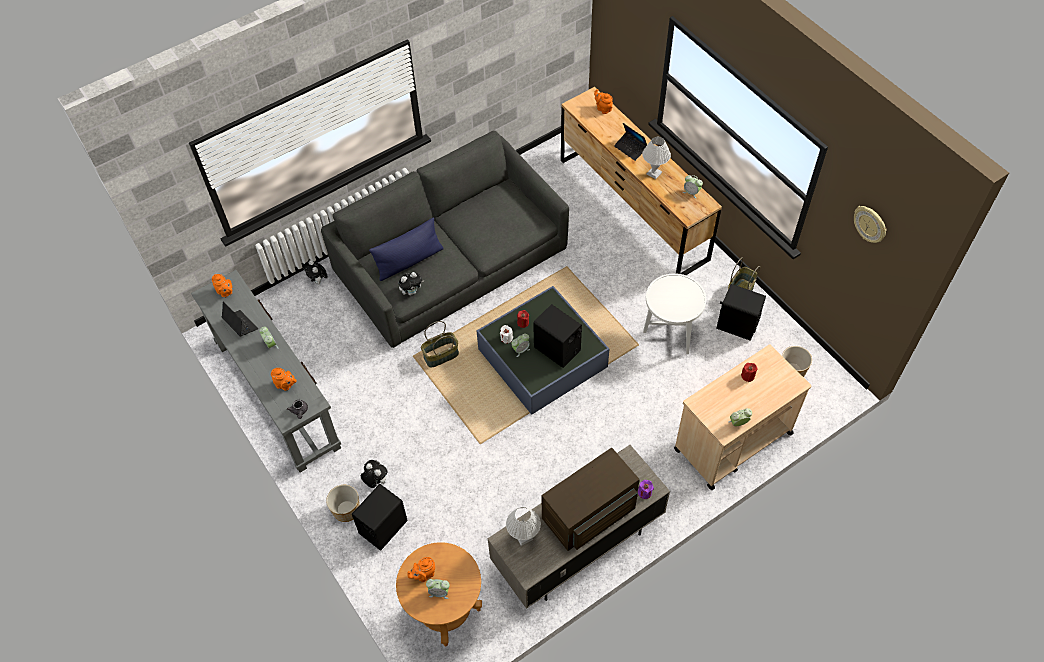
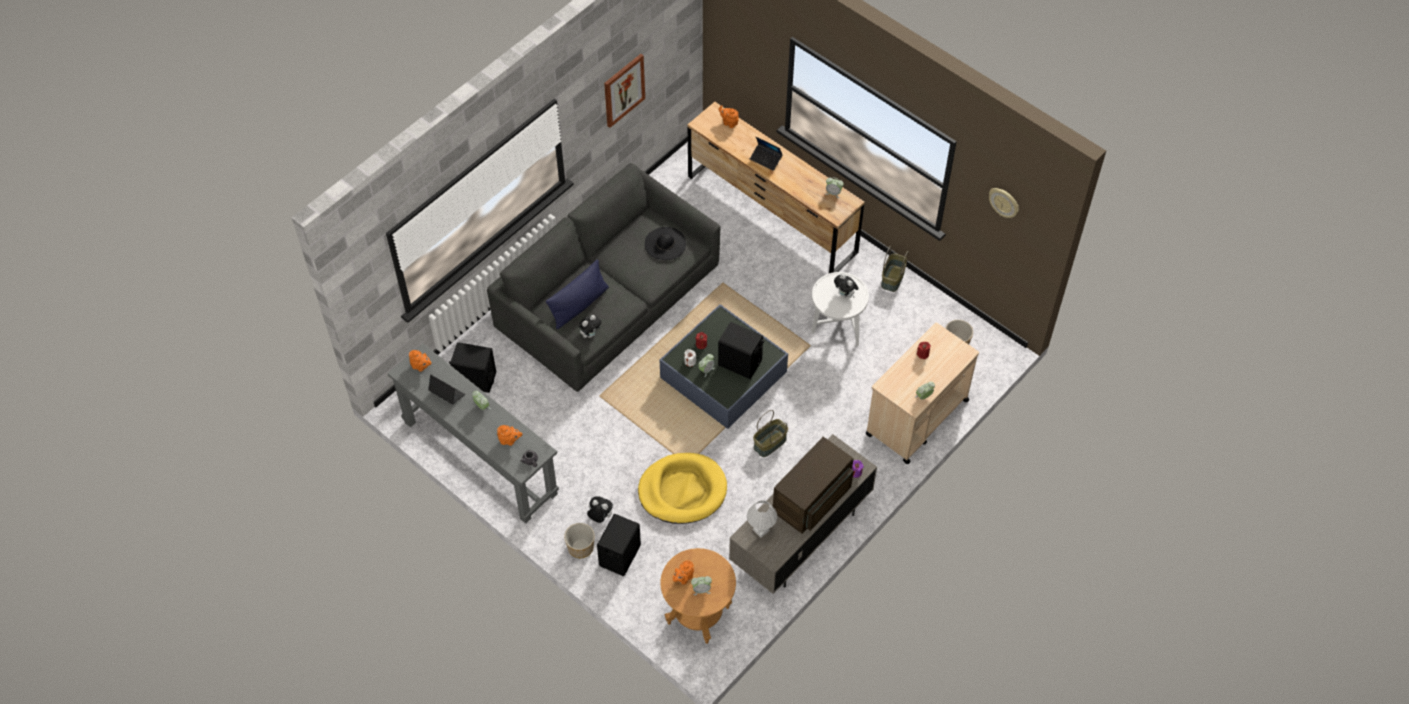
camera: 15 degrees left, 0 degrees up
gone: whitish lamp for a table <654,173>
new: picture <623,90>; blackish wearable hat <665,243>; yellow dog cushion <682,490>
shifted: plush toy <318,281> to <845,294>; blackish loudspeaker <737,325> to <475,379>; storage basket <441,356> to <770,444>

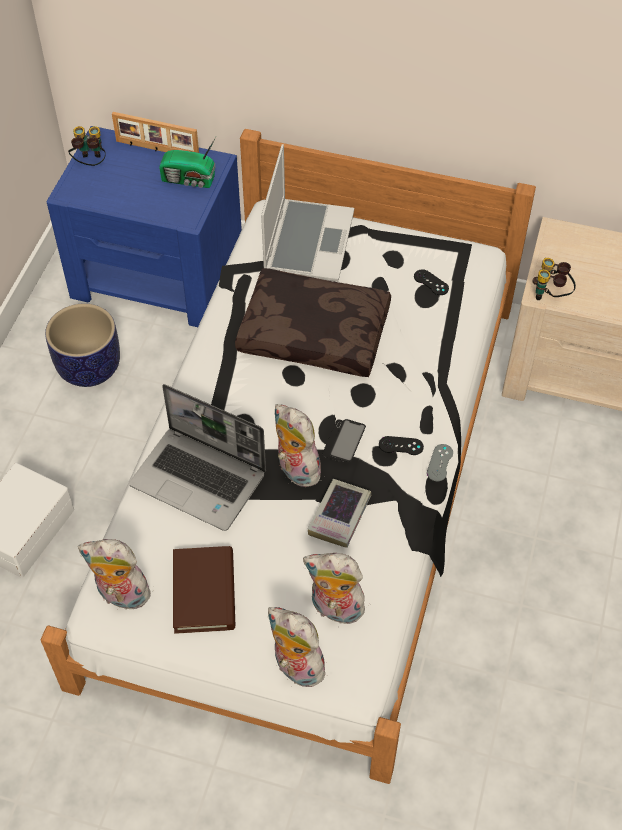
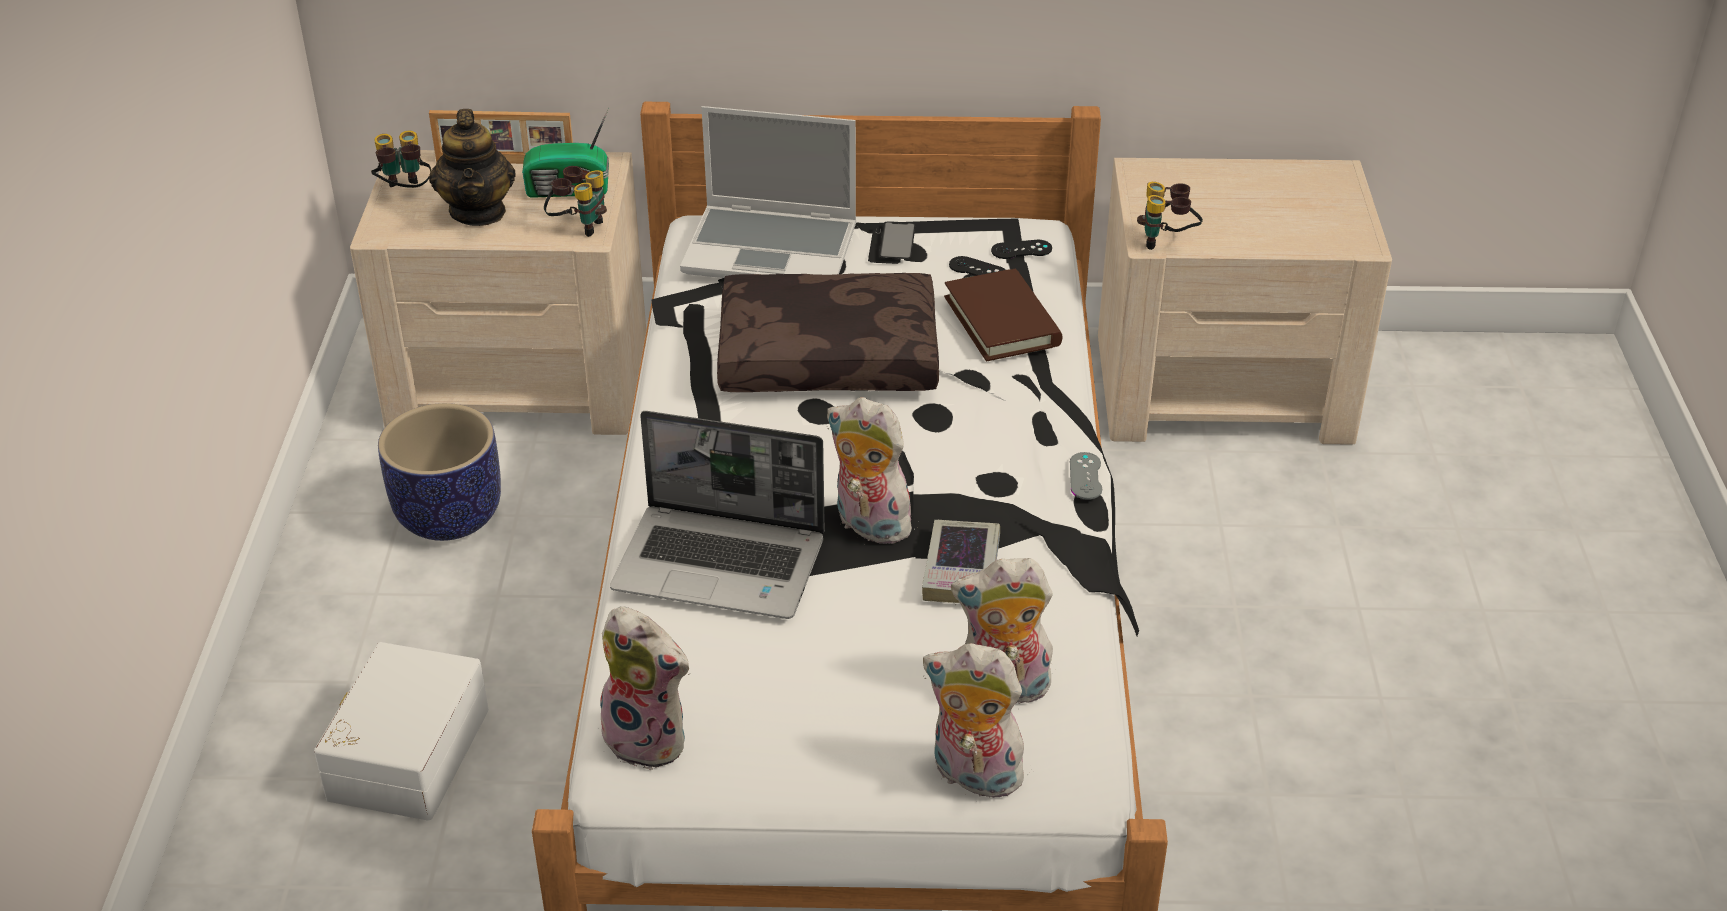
camera: 15 degrees left, 15 degrees down
new: teapot <478,211>; binoculars <579,225>
shifted: handset <343,441> to <892,245>; blackish joypad <401,446> to <1021,250>; brownish book <204,592> to <1002,321>
repainted: blue-coloured nightstand <158,275> to beige nightstand <521,379>
rotated: laptop <307,241> = <773,249> 105 degrees clockwise; plush toy <121,596> = <650,738> 150 degrees counterclockwise

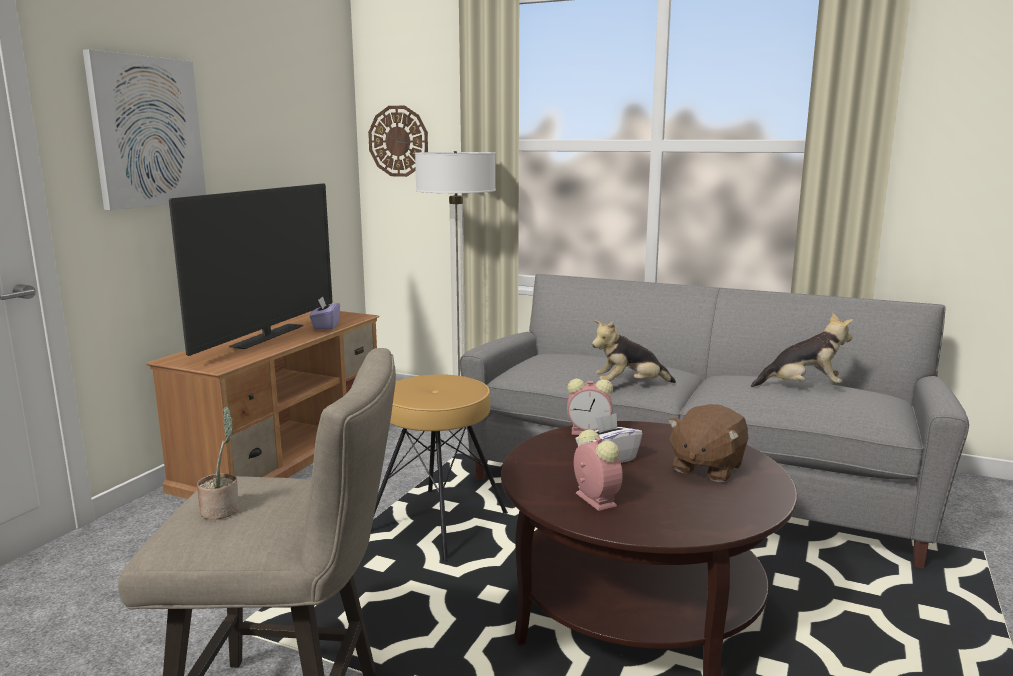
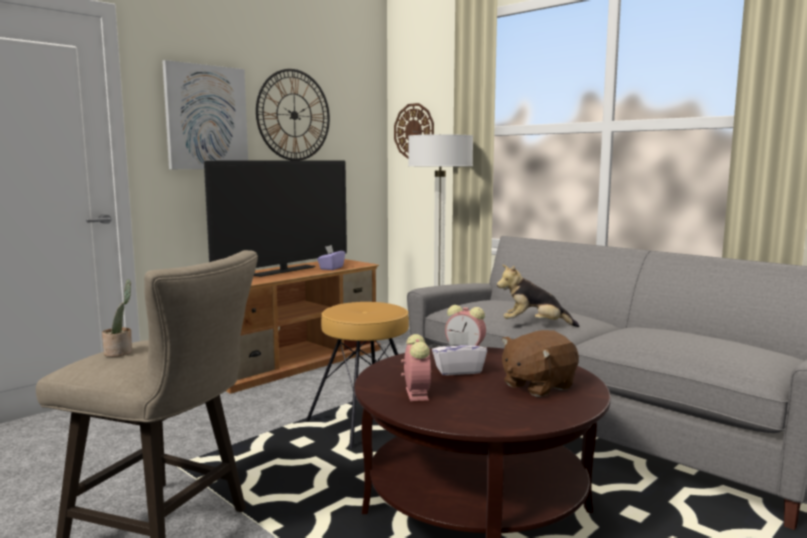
camera: 20 degrees right, 5 degrees down
gone: plush toy <802,387>
new: wall clock <294,115>

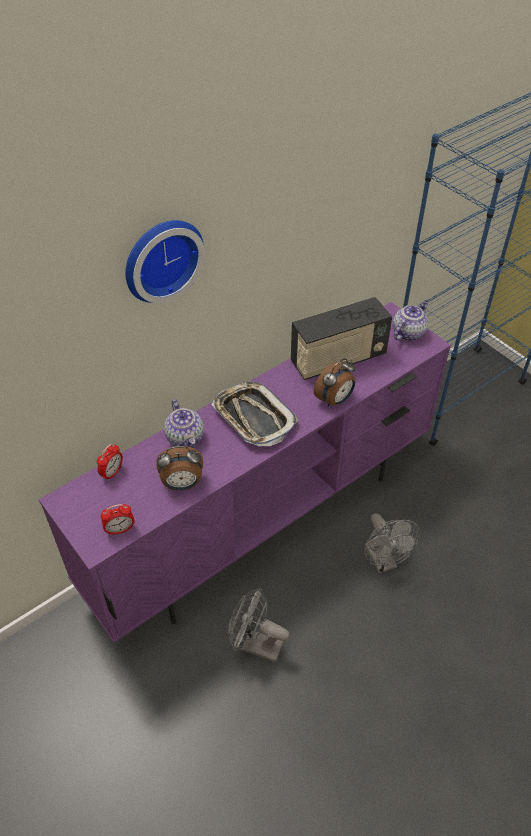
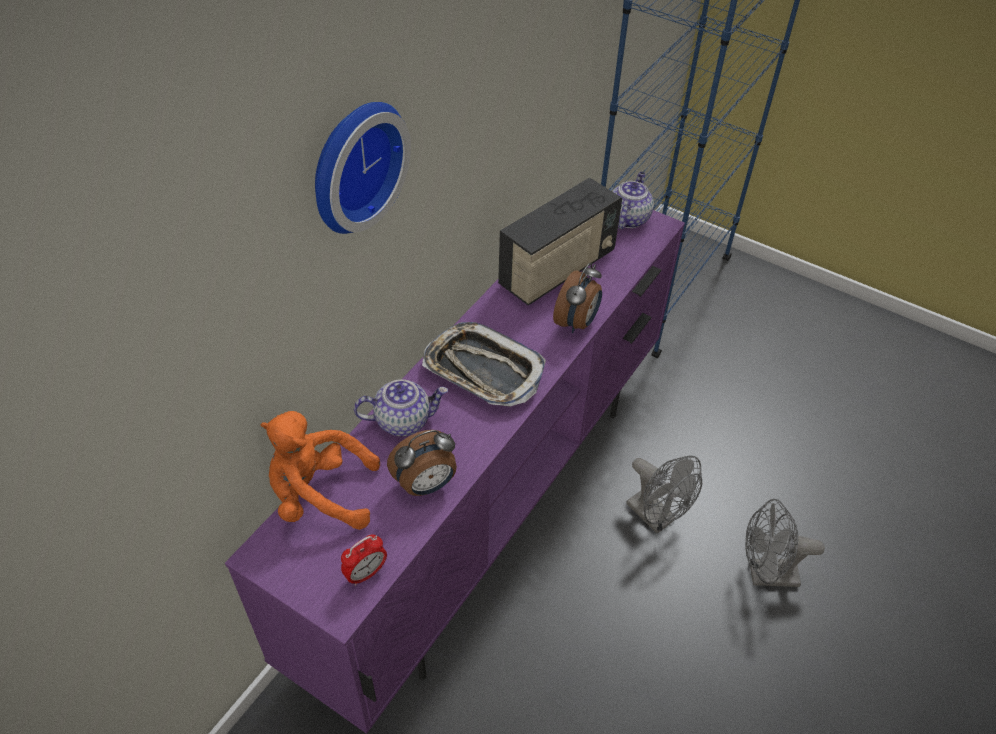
camera: 20 degrees left, 0 degrees up
shifted: gray fan <255,645> to <765,575>
swapped: bedside clock <112,473> to orange plush toy <319,495>
rotated: teapot <186,438> = <403,420> 60 degrees counterclockwise

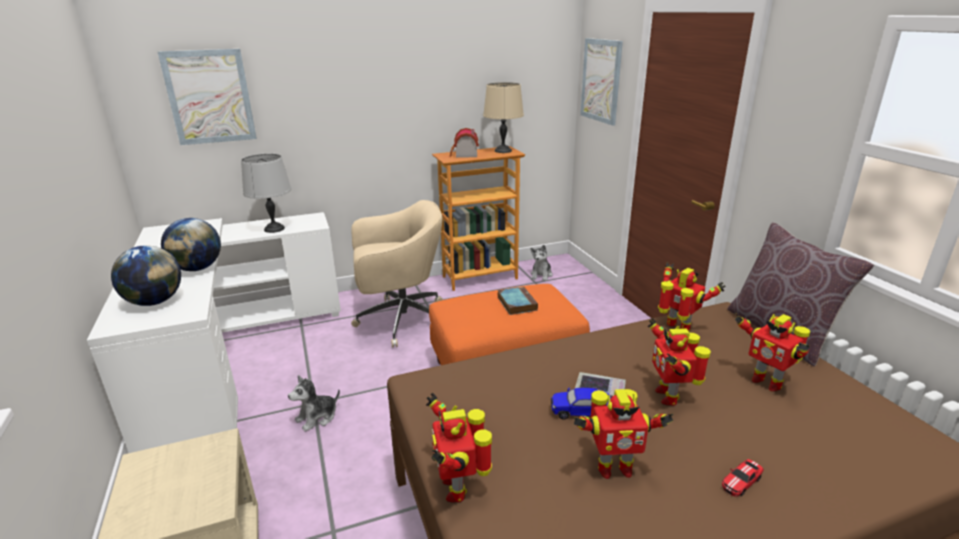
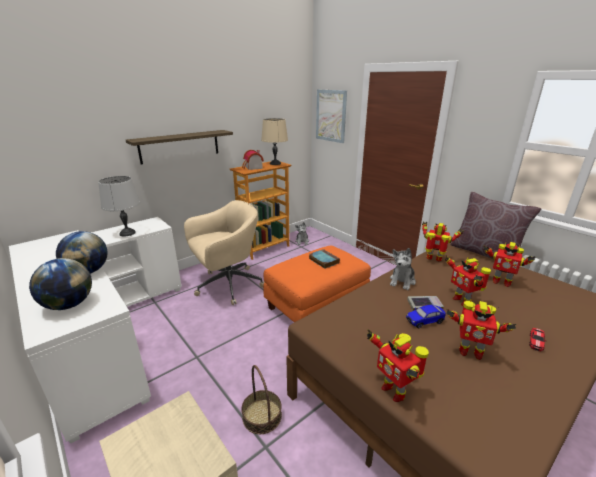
camera: 20 degrees left, 0 degrees up
gone: picture <209,97>
new: shelf <180,146>; storage basket <262,416>
shifted: plush toy <317,418> to <402,281>
rotated: toy robot <613,468> = <469,351> 45 degrees clockwise

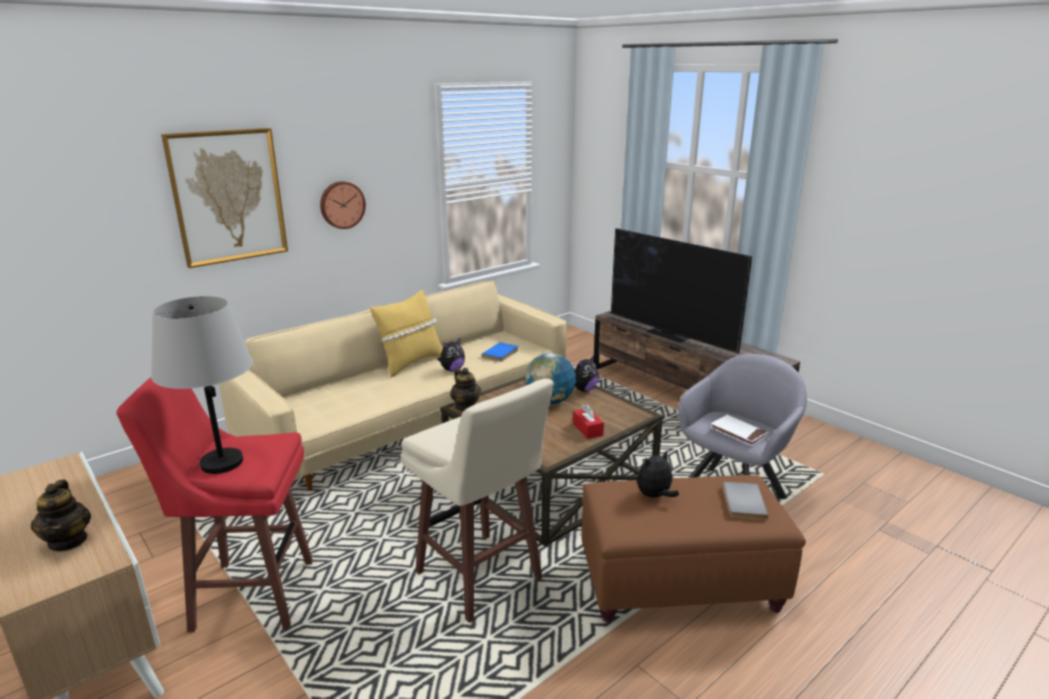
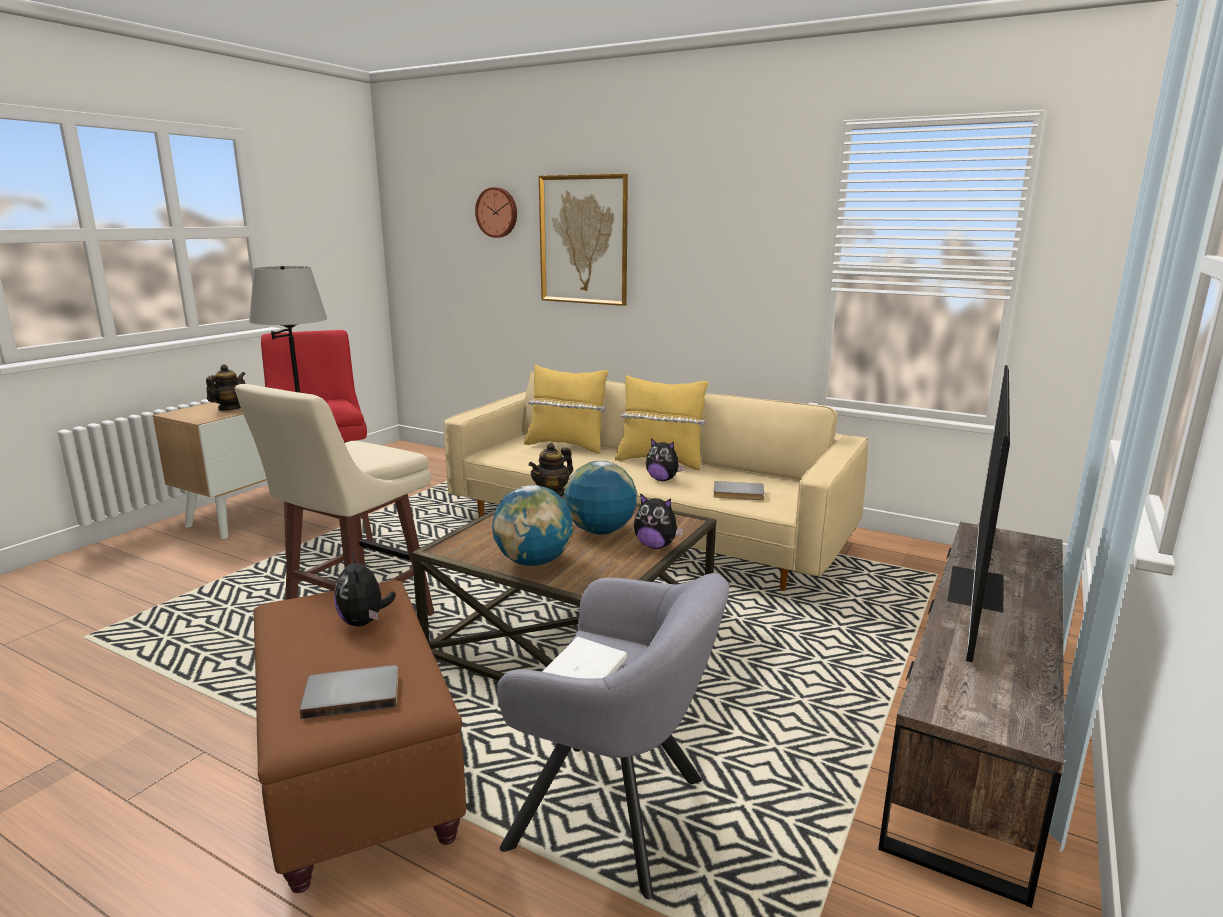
camera: 70 degrees right, 5 degrees down
new: yellow cushion <566,445>
shifted: wall clock <341,204> to <497,212>
swapped: red-coloured tissue holder <587,429> to globe <534,562>
repainted: blue-coloured book <501,354> to gray book <738,493>
rotated: plush toy <654,496> = <364,622> 150 degrees counterclockwise; teapot <68,541> = <229,409> 150 degrees clockwise

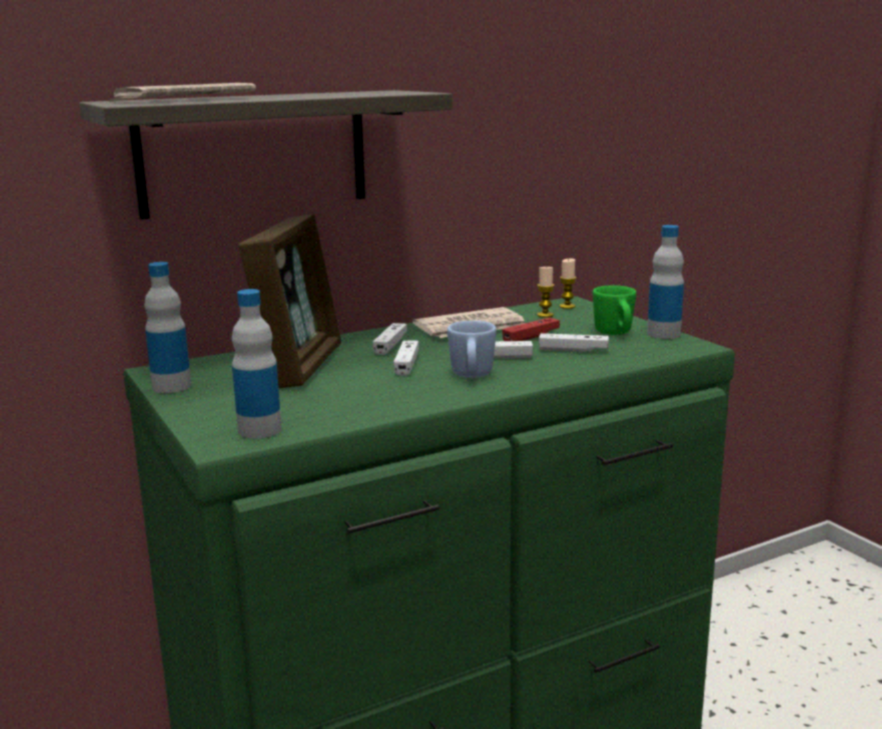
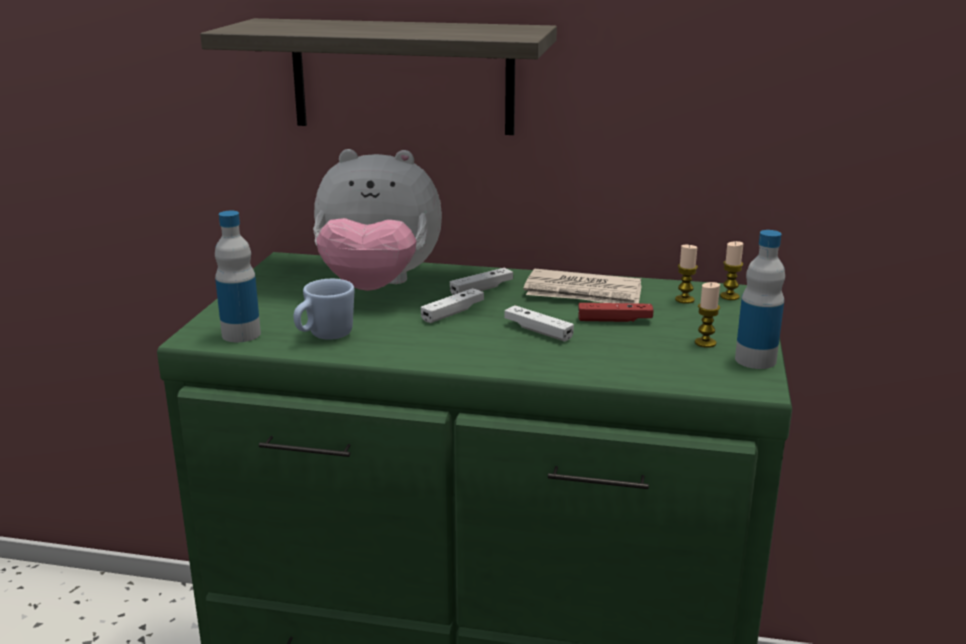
camera: 40 degrees right, 5 degrees up
gone: printed paper <182,99>; beverage bottle <171,386>; whitish joypad <573,350>
shifted: blue-coloured mug <471,376> to <324,336>
swapped: standing frame <299,366> to plush toy <377,287>; greenish mug <615,334> to wax light <705,343>

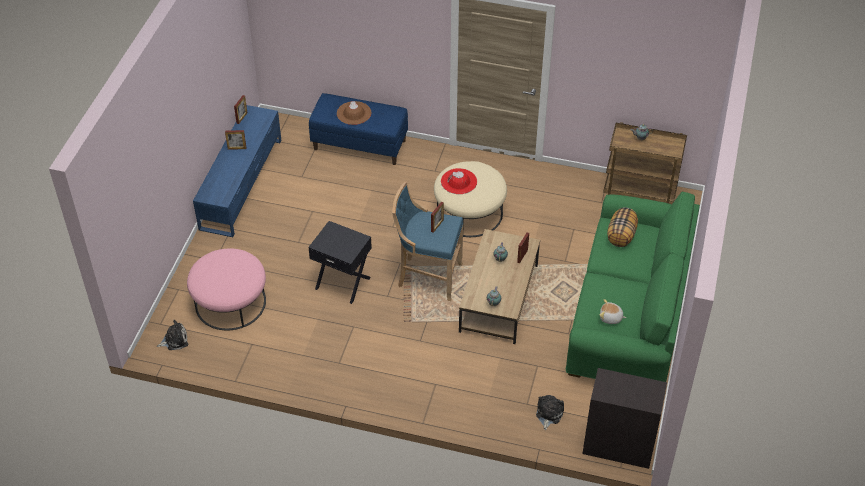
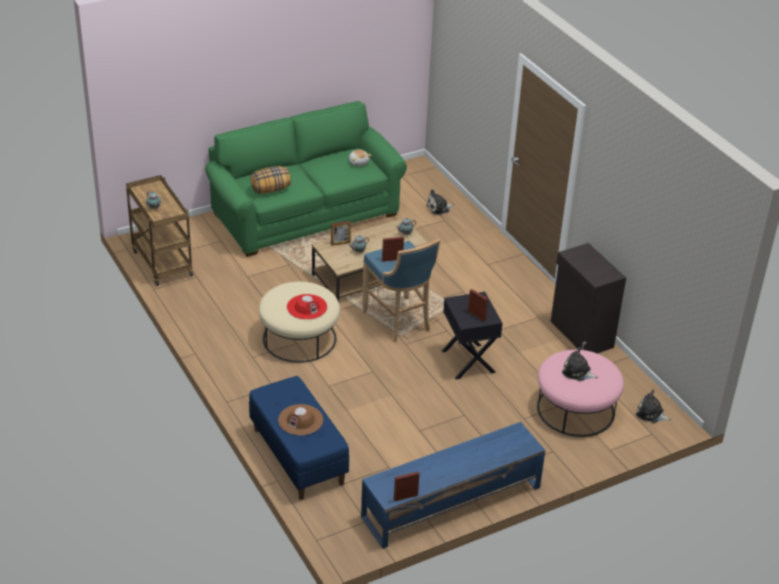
camera: 135 degrees left, 10 degrees down
new: plush toy <578,372>
shifted: standing frame <237,148> to <476,315>; blackish cupboard <618,445> to <581,335>

